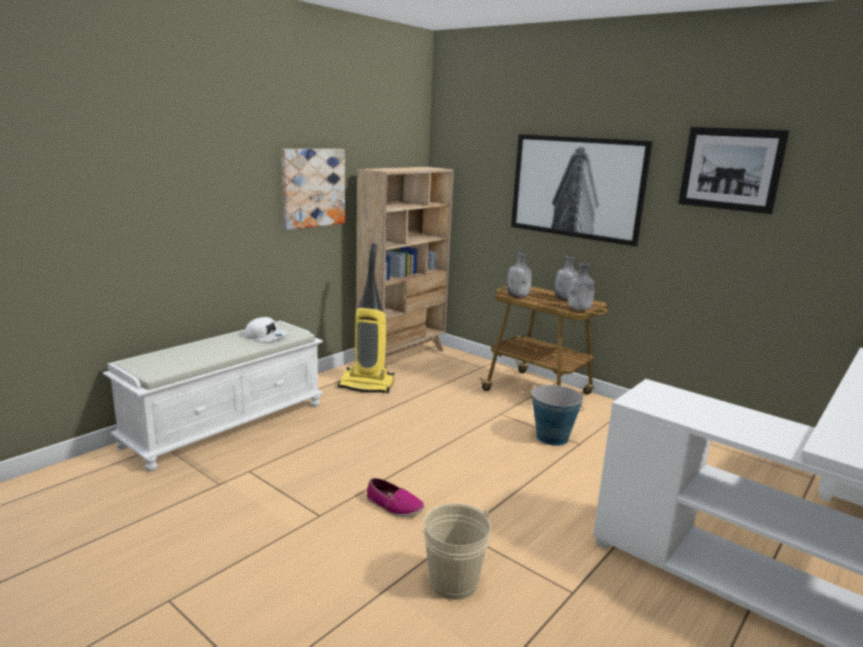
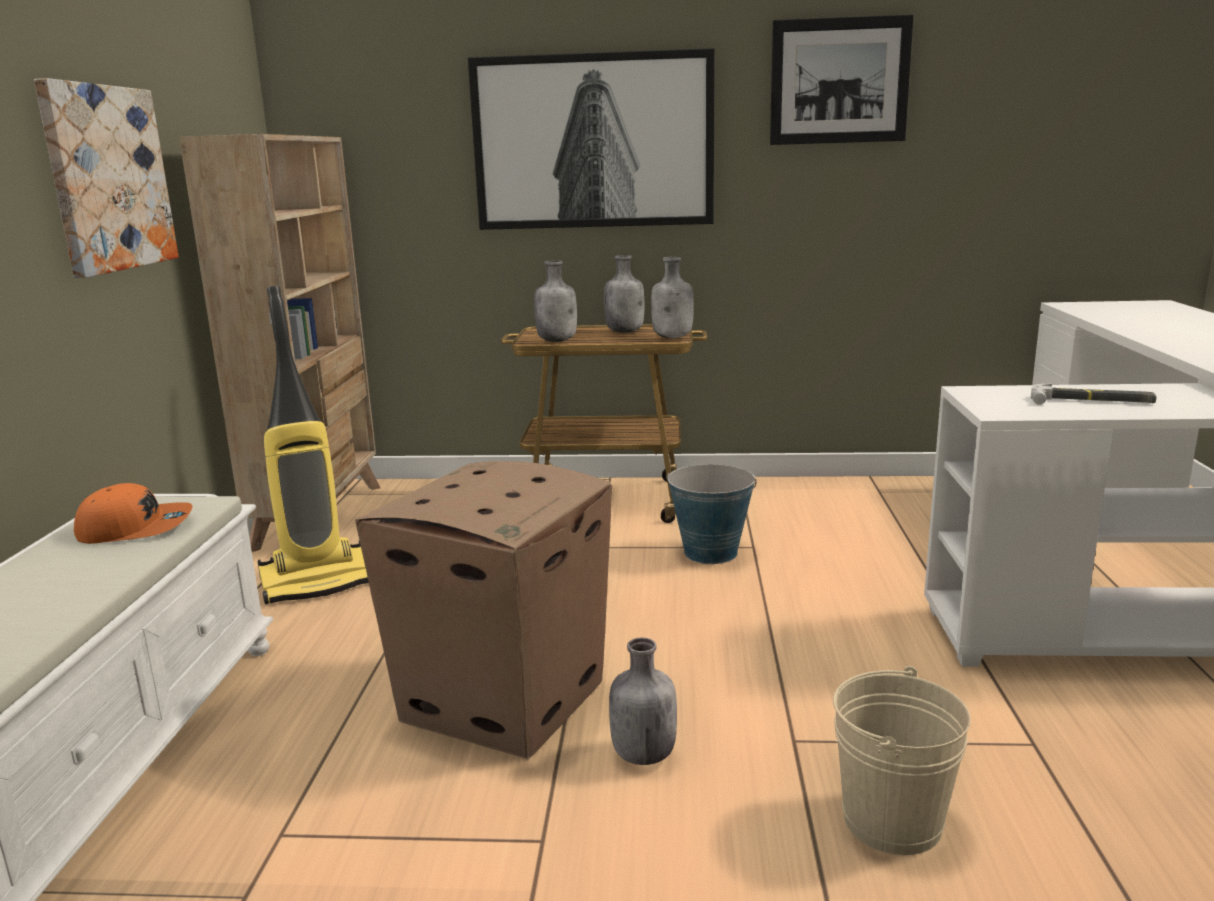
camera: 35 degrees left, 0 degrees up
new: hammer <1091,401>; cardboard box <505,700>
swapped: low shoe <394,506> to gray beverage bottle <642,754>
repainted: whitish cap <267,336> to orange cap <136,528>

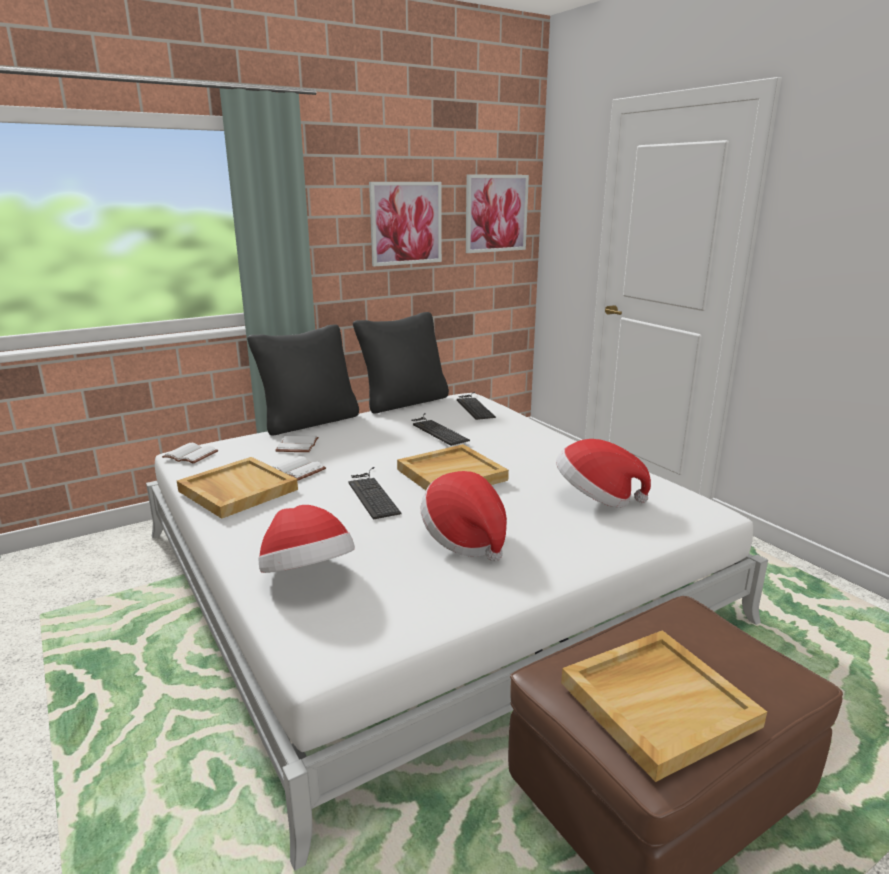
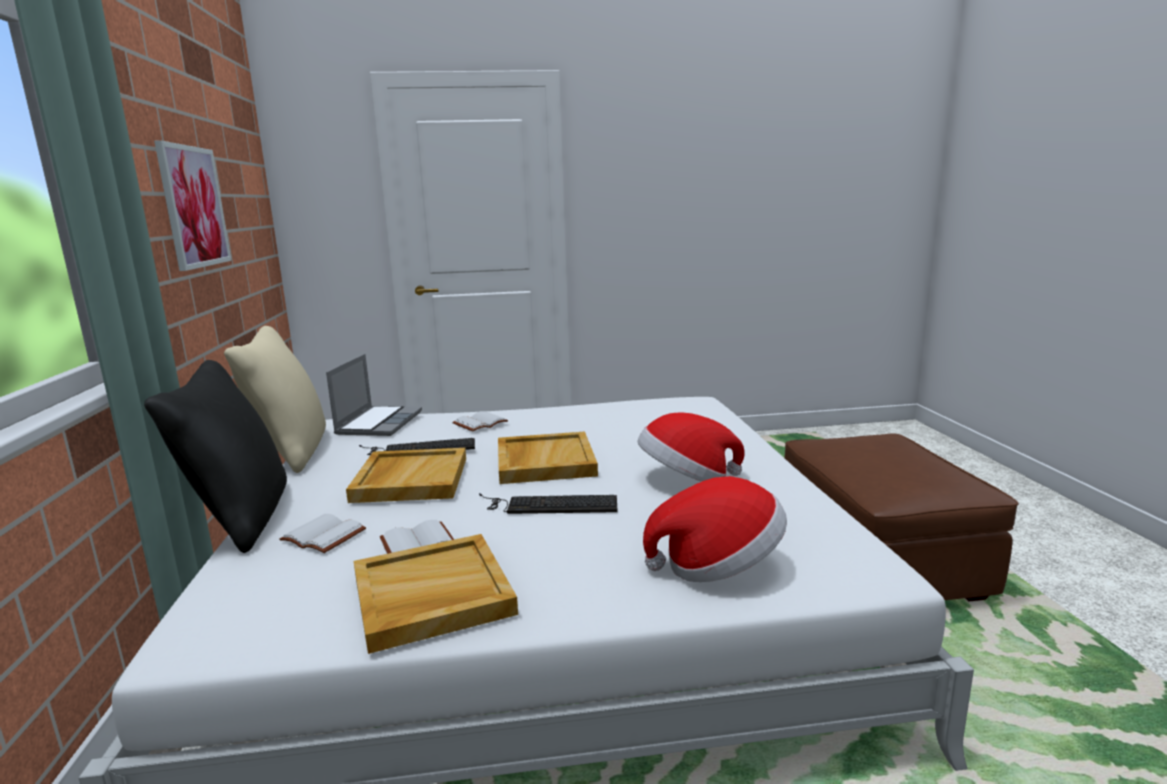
camera: 65 degrees left, 5 degrees down
gone: picture <496,213>; wearable hat <596,498>
shifted: whitish book <192,455> to <480,423>; beige tray <658,703> to <410,479>
swapped: keyboard <474,406> to laptop <379,422>
repainted: blackish cushion <404,402> to beige cushion <291,452>

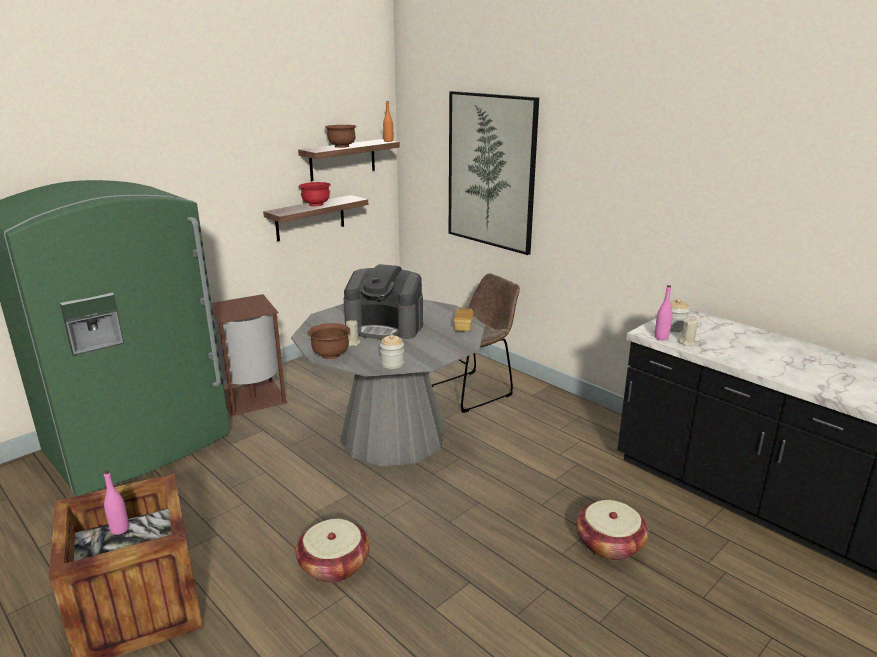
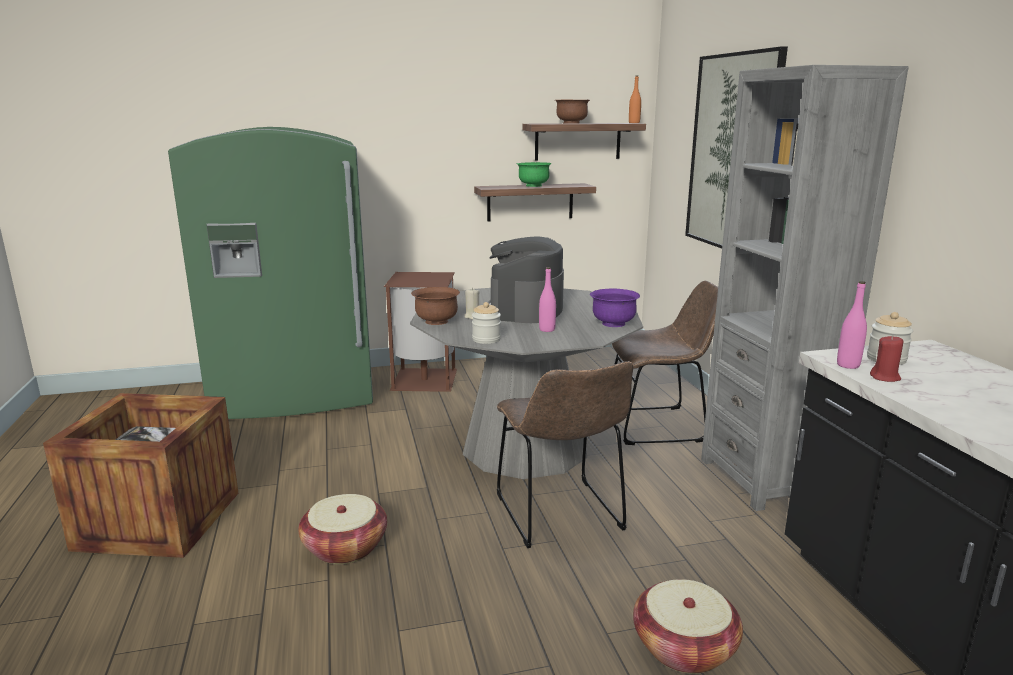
camera: 30 degrees right, 5 degrees down
new: gray shelving unit <764,478>; brownish plain chair <561,516>
shifted: pink-coloured beverage bottle <120,529> to <547,329>
swapped: baked bread <463,327> to purplish bowl <613,323>
repainted: red-coloured bowl <316,204> to greenish bowl <533,185>; beige wax light <687,343> to red-coloured wax light <885,377>
rotated: coffee machine <385,327> = <526,310> 60 degrees clockwise

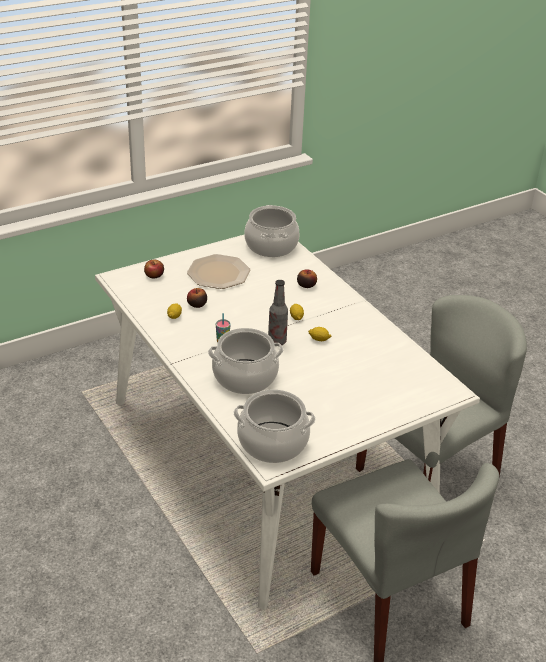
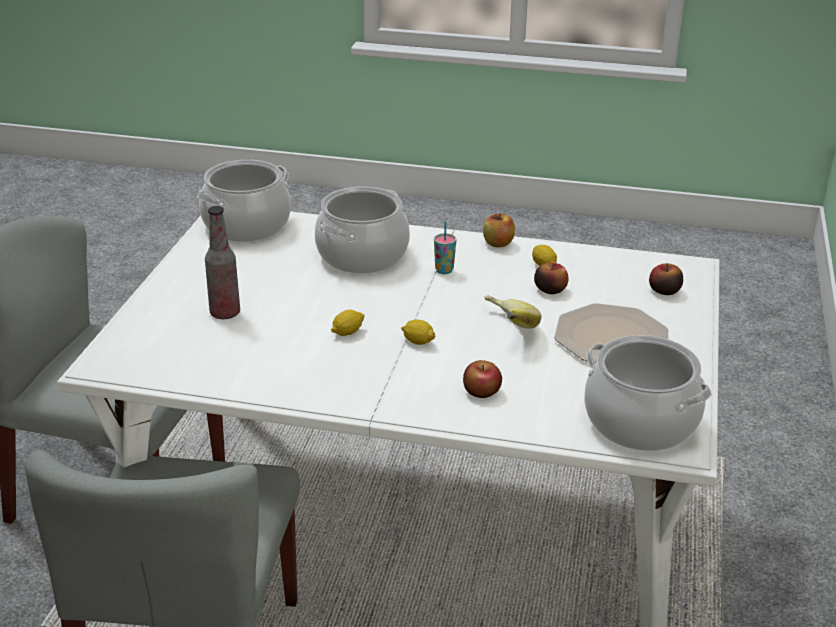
camera: 135 degrees right, 5 degrees down
new: apple fruit <498,243>; whole banana <505,329>
shifted: beverage bottle <277,341> to <225,313>

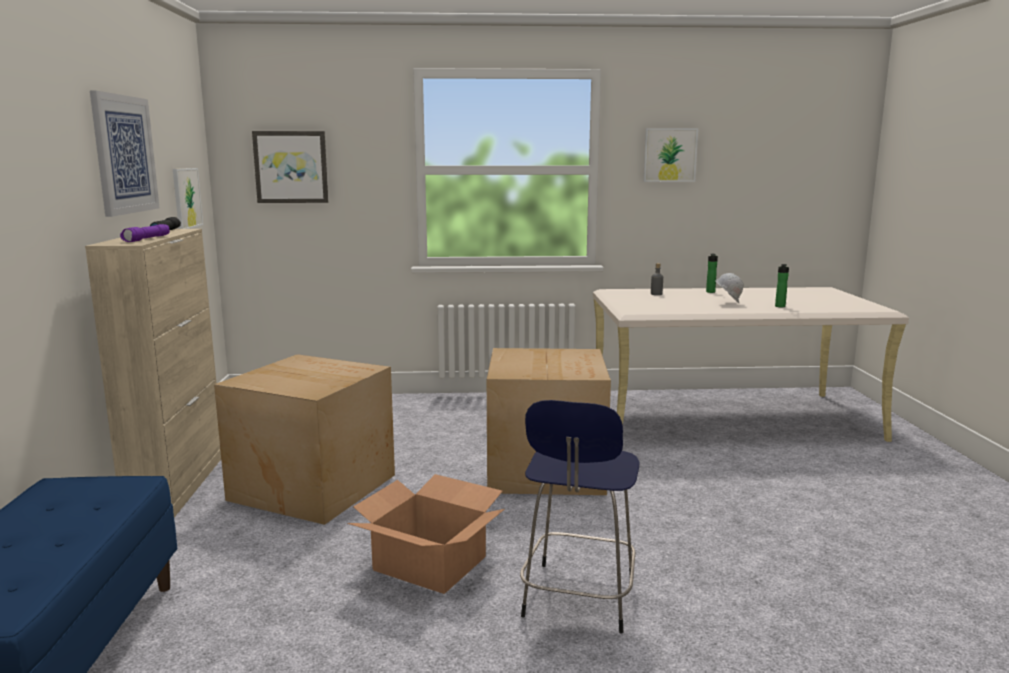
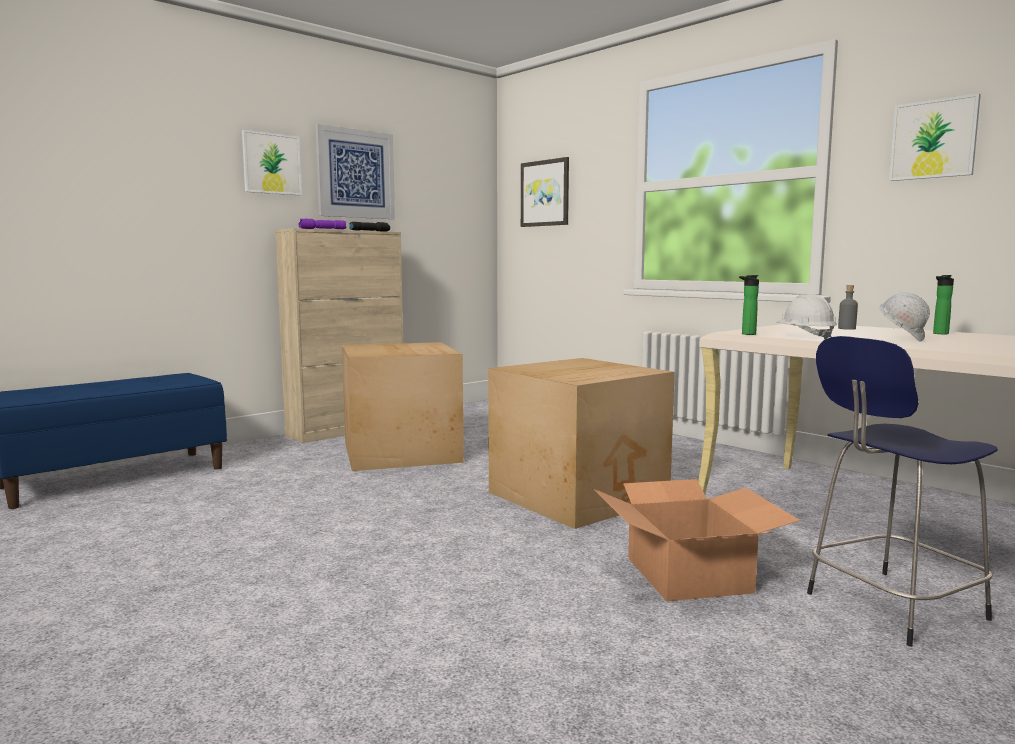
camera: 50 degrees right, 5 degrees down
new: whitish hard hat <805,337>
shifted: picture <186,198> to <271,164>; beverage bottle <780,306> to <746,334>; blue-coloured stool <578,599> to <890,607>; cardboard box <430,563> to <689,574>

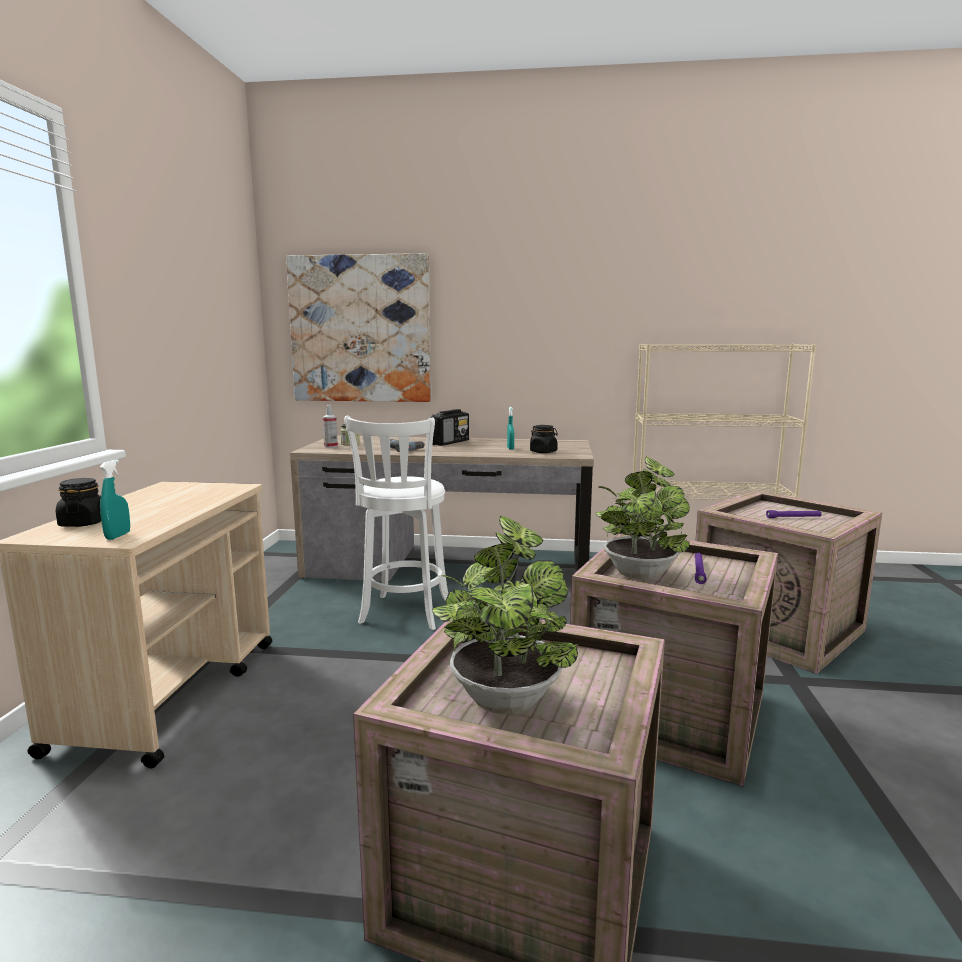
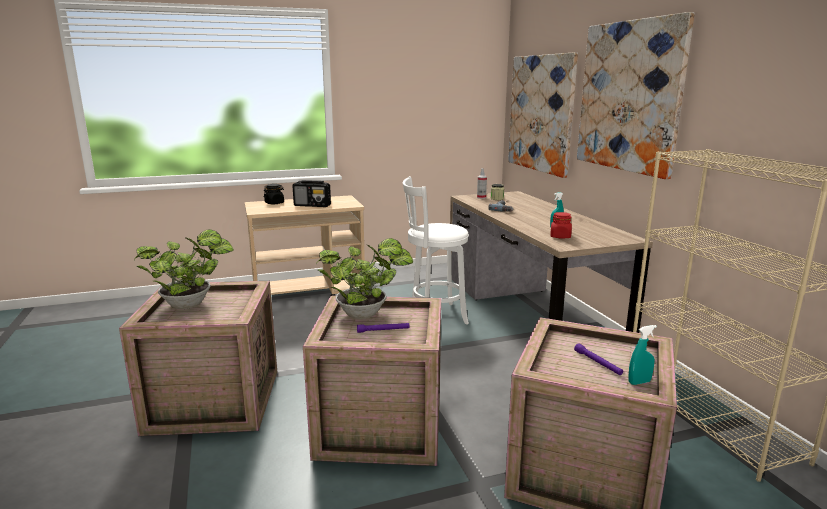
camera: 65 degrees right, 5 degrees up
new: picture <629,97>
shifted: radio receiver <450,442> to <312,205>; blue-green hand sprayer <118,536> to <639,382>
repainted: blackish preserve jar <543,452> to red-coloured preserve jar <560,236>

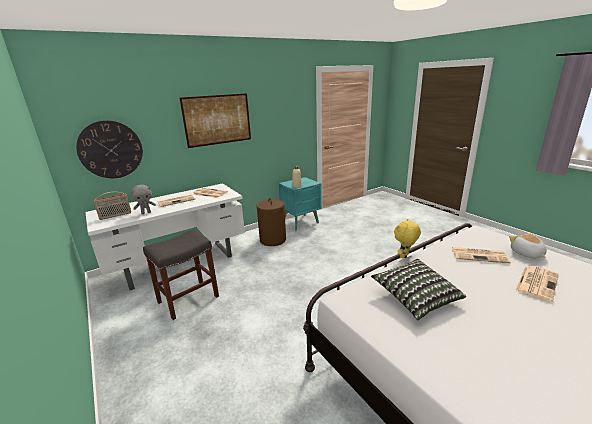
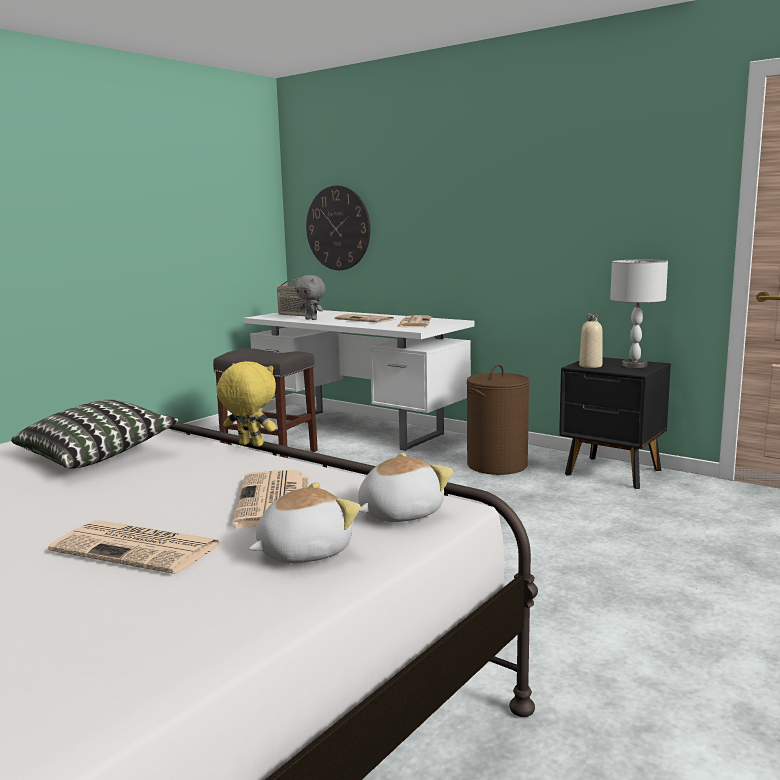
camera: 70 degrees right, 10 degrees down
gone: picture <217,120>
new: gray lamp for a table <635,365>; plush toy <398,513>
repainted: blue-green nightstand <301,222> to blackish nightstand <613,473>

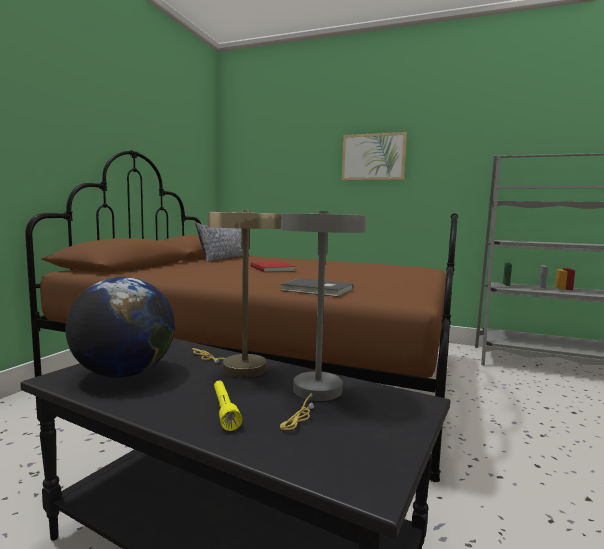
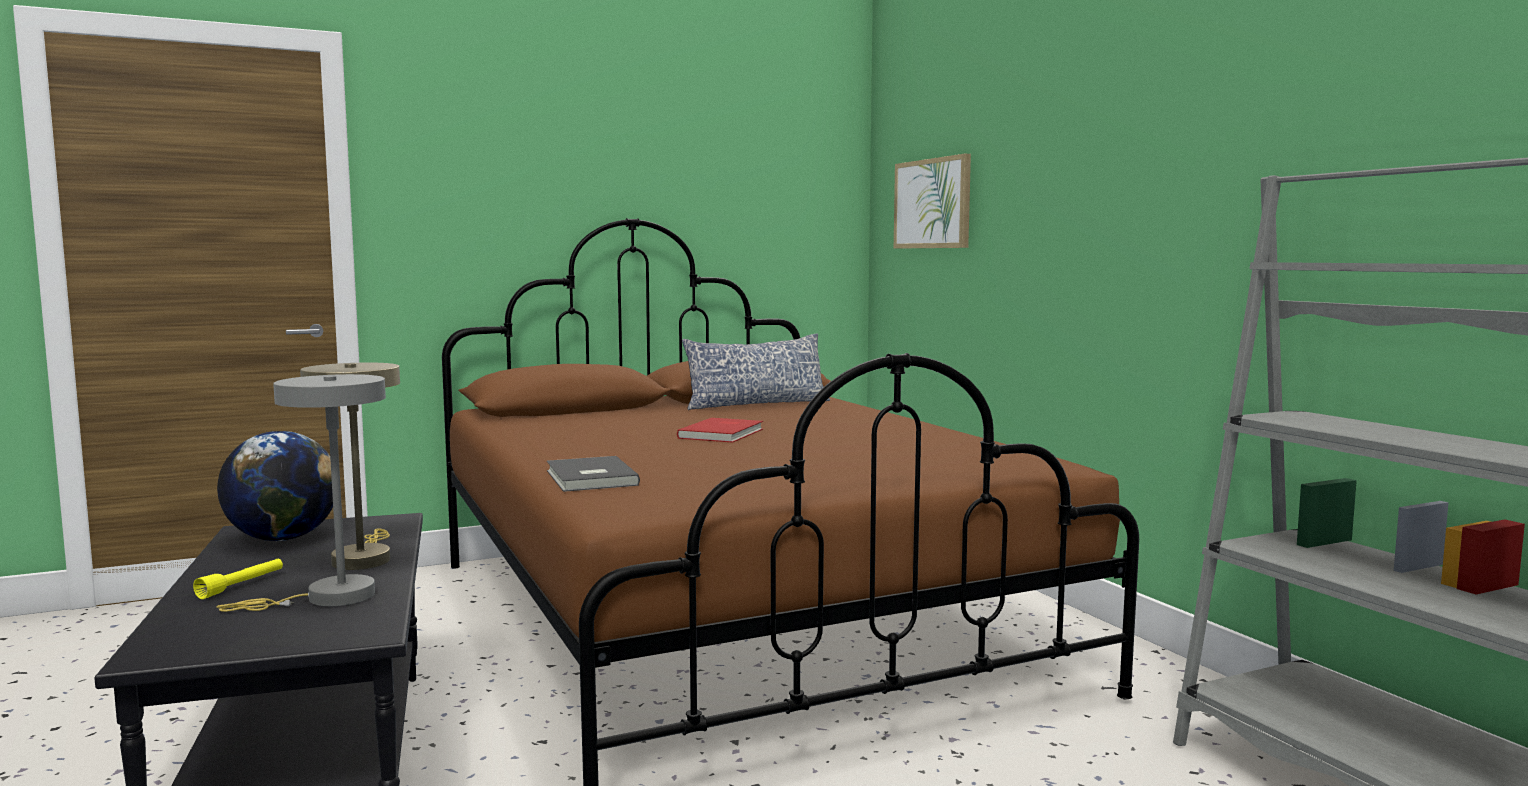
camera: 45 degrees right, 0 degrees up
shifted: picture <373,157> to <933,203>

